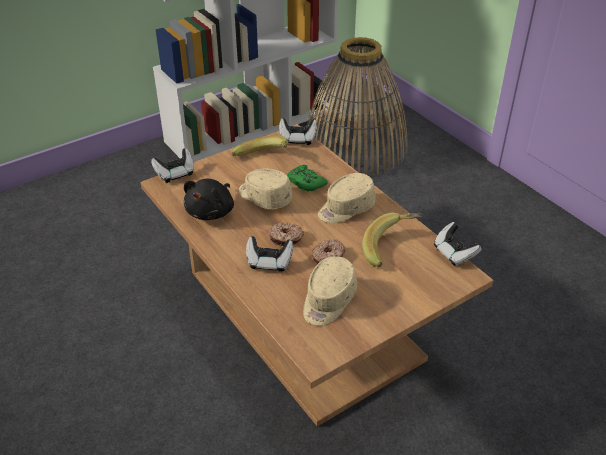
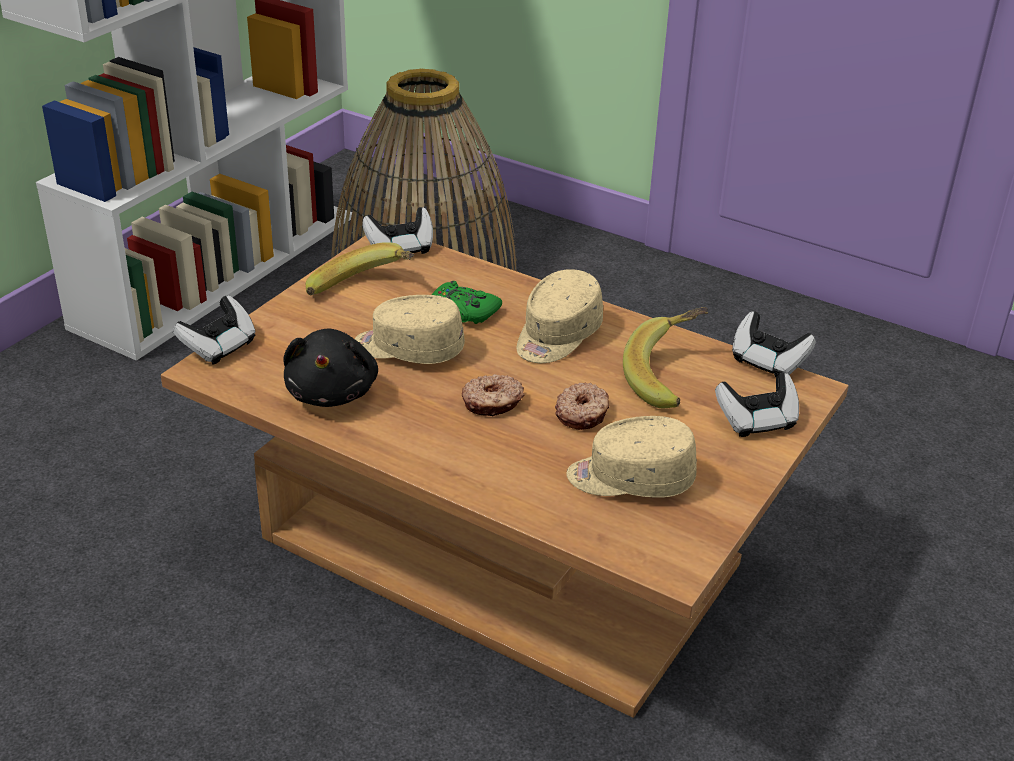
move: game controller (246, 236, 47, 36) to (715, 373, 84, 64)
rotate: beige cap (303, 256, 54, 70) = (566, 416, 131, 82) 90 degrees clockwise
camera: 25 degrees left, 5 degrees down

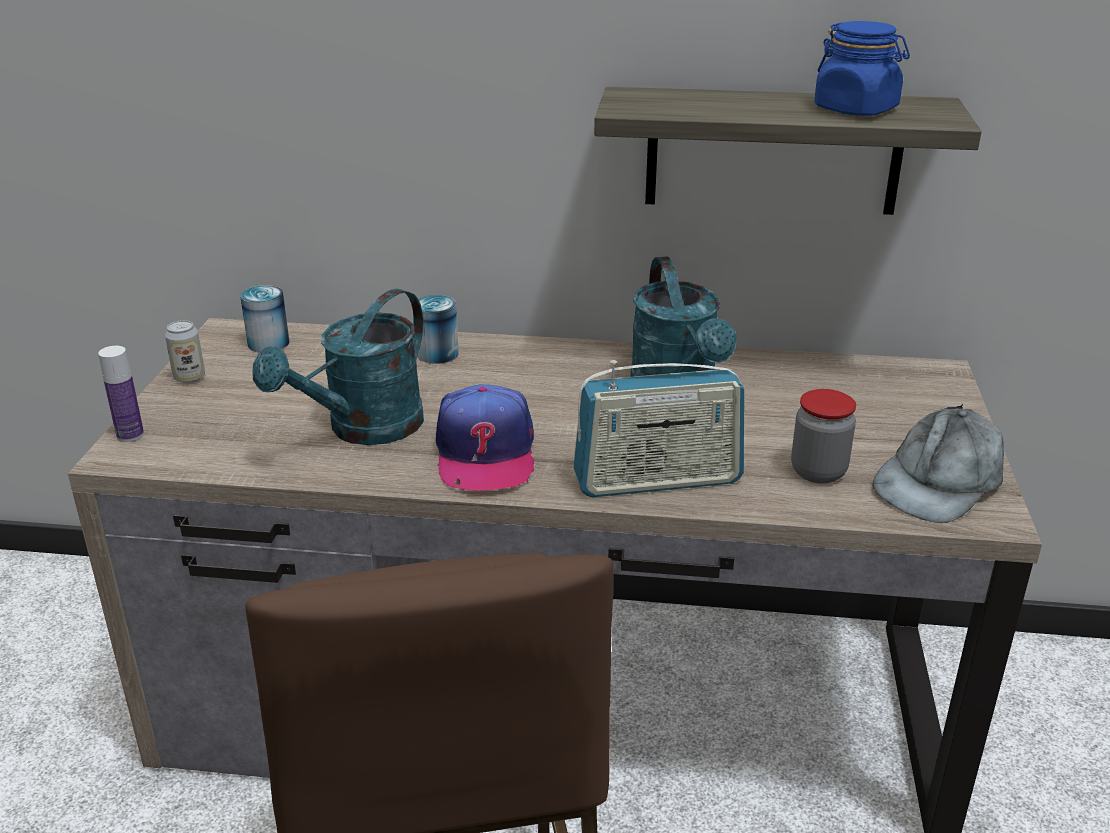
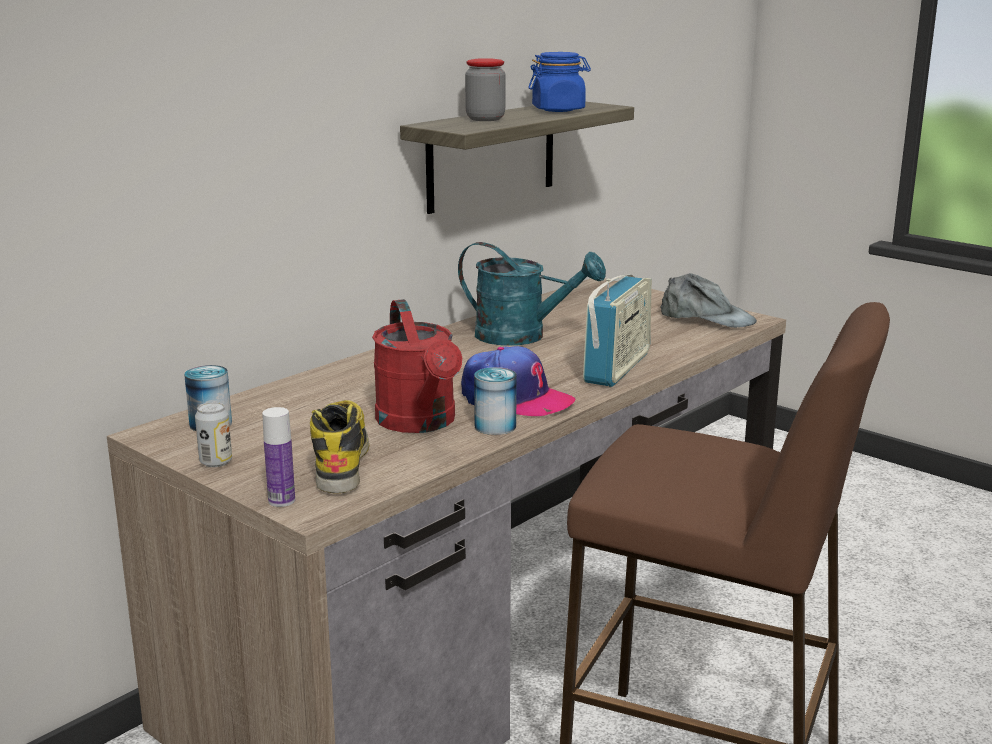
insert: boot (310, 400, 59, 93)
move: jar (791, 389, 65, 95) to (465, 58, 40, 63); can (417, 295, 42, 69) to (474, 367, 43, 68)
recolor: turquoise watering can (252, 288, 172, 157) to red watering can (372, 299, 90, 134)
rotate: grey cap (873, 404, 131, 119) = (660, 273, 97, 55) 45 degrees counterclockwise
camera: 55 degrees left, 10 degrees down

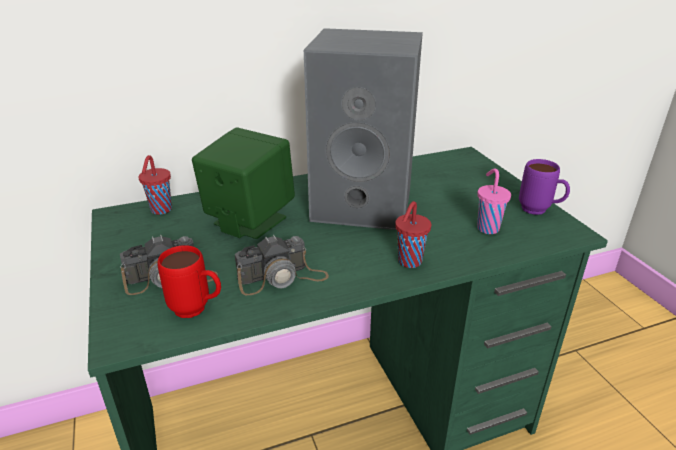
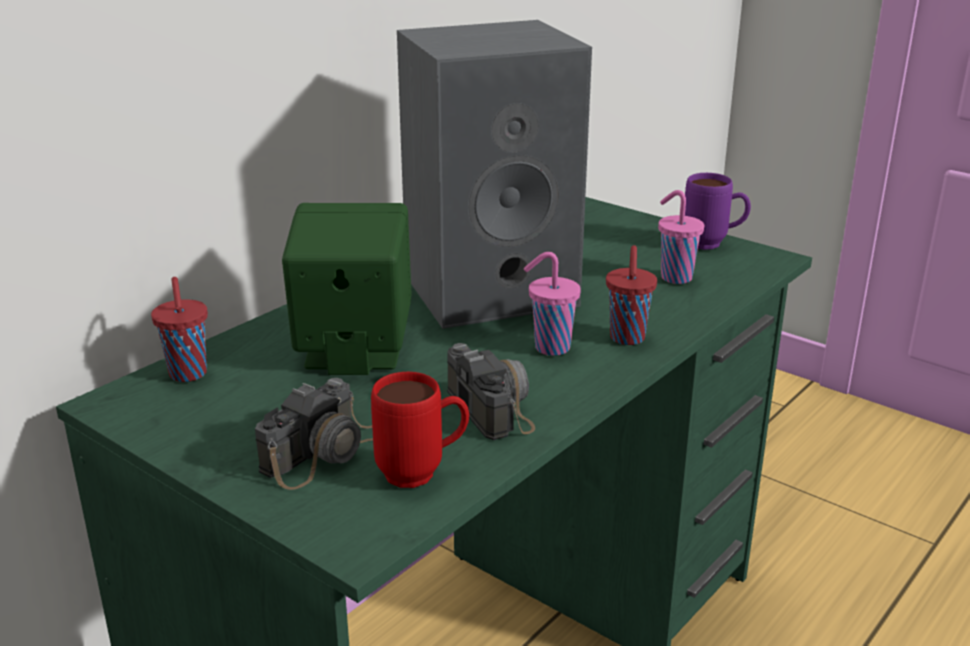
insert: pink cup (524, 252, 57, 104)
rotate: photo camera (235, 235, 94, 60) = (447, 343, 88, 97) 60 degrees counterclockwise
camera: 30 degrees left, 5 degrees down

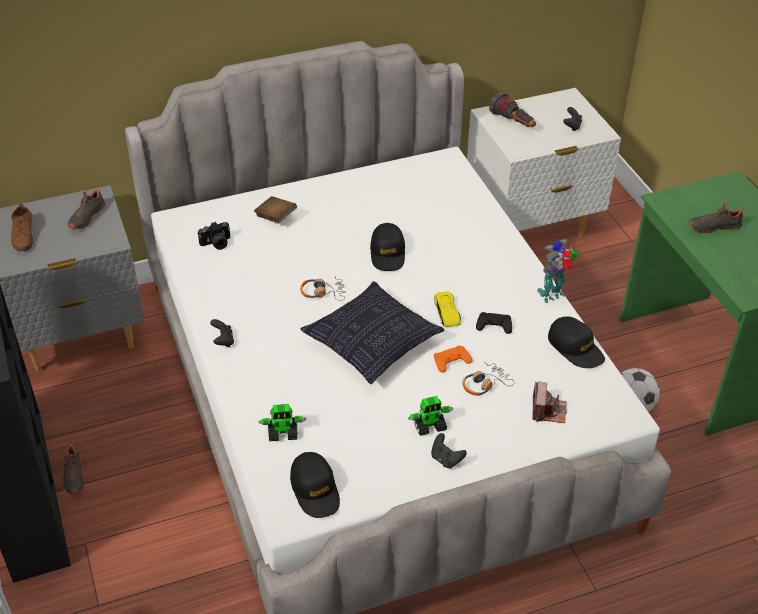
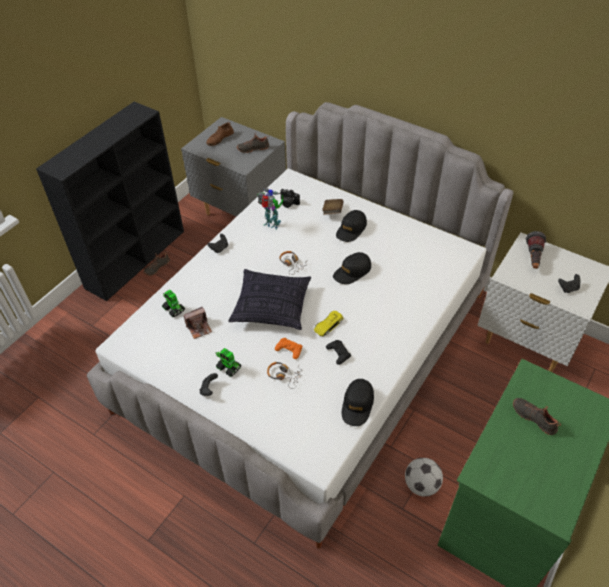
move: photo camera (532, 381, 35, 42) to (184, 307, 28, 32); toy robot (537, 239, 41, 64) to (257, 188, 27, 42); black cap (290, 452, 50, 66) to (336, 210, 31, 32)
camera: 55 degrees right, 5 degrees up

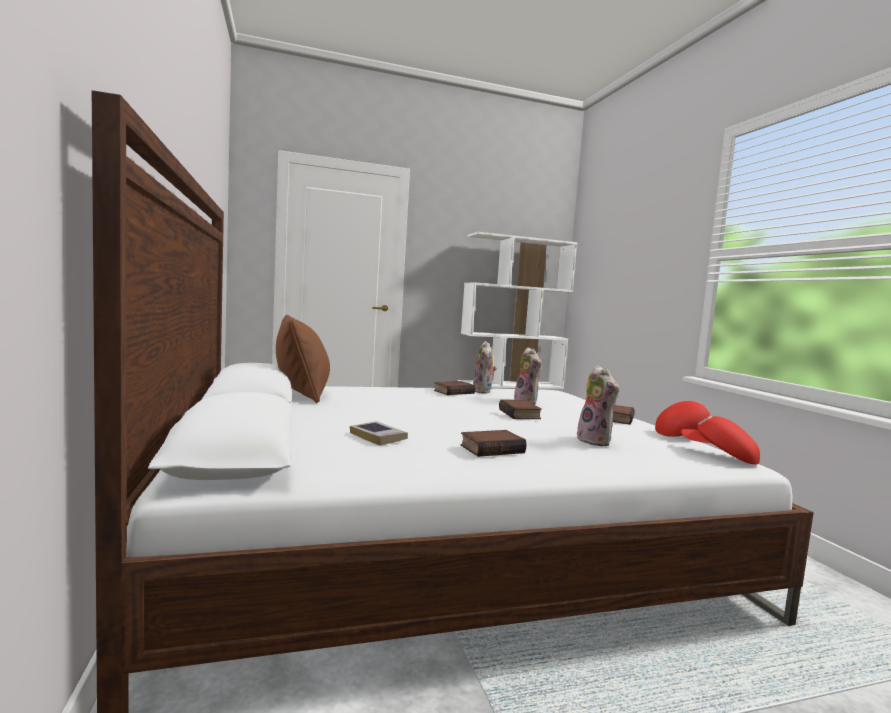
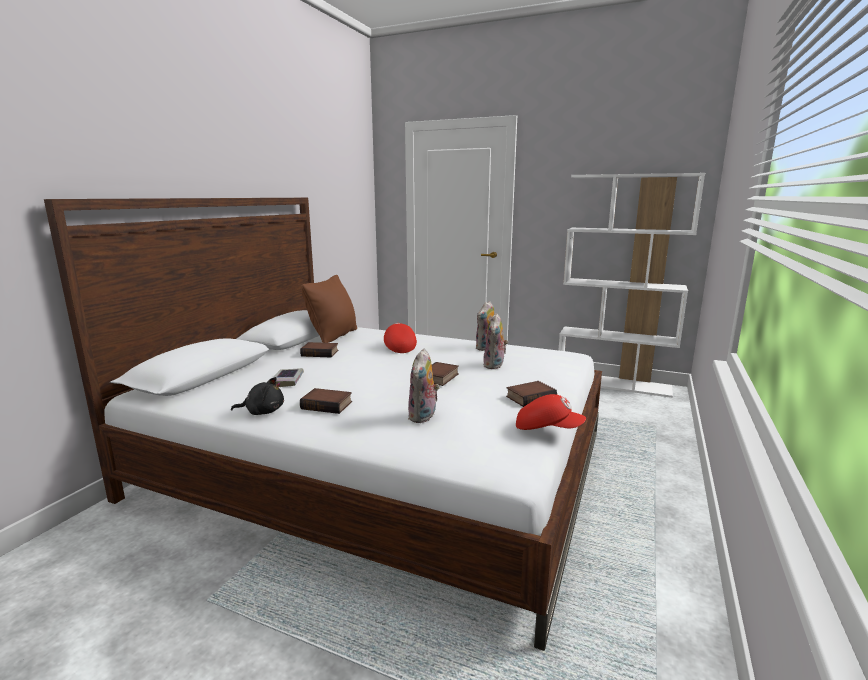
insert: black plush toy (231, 377, 53, 38)
move: book (434, 381, 41, 14) to (300, 342, 38, 16); red cap (680, 416, 80, 49) to (384, 323, 33, 30)
camera: 40 degrees right, 10 degrees up

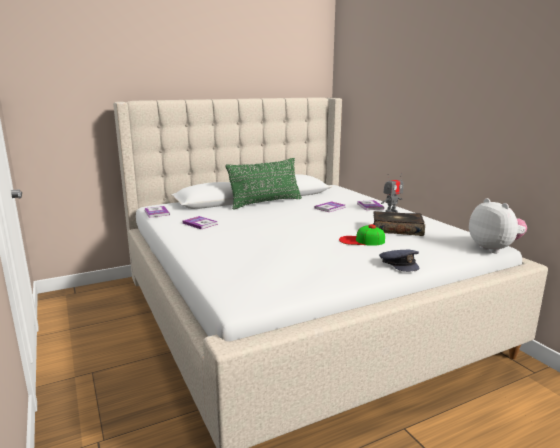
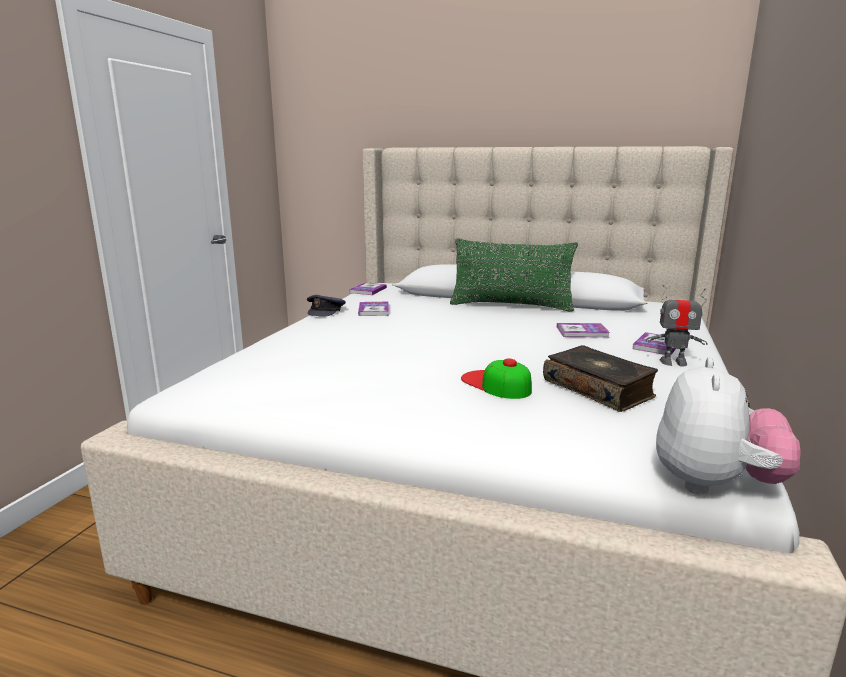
move: grey cap (379, 249, 40, 23) to (307, 295, 39, 22)
camera: 45 degrees right, 0 degrees up

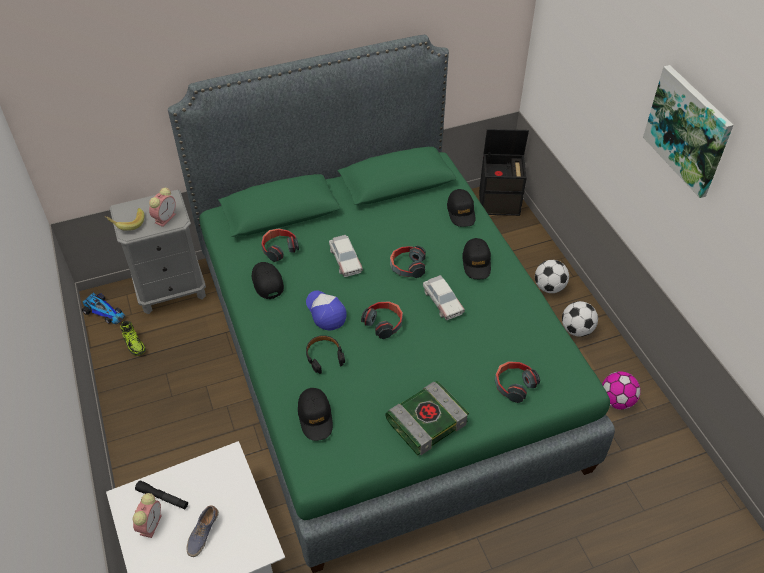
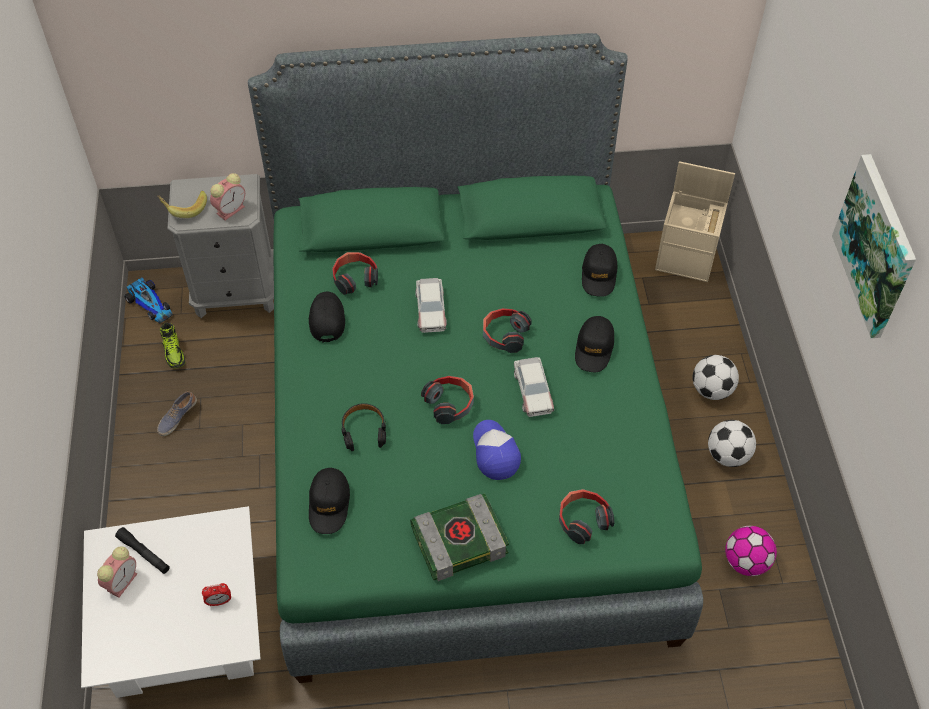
insert: alarm clock (202, 583, 29, 23)
move: shoe (187, 505, 32, 52) to (157, 391, 40, 45); cap (306, 291, 41, 39) to (473, 420, 48, 60)
recolor: black storage box (479, 129, 50, 87) to beige storage box (655, 161, 80, 121)
camera: 15 degrees right, 5 degrees up

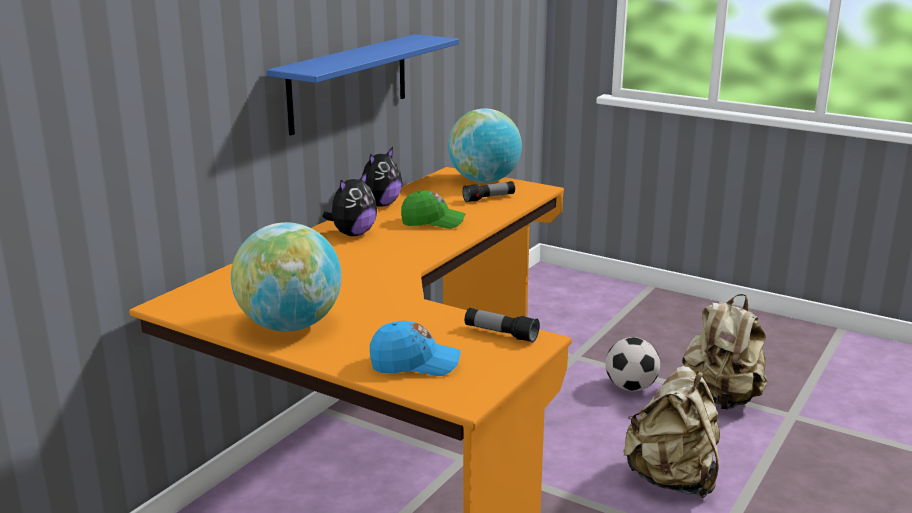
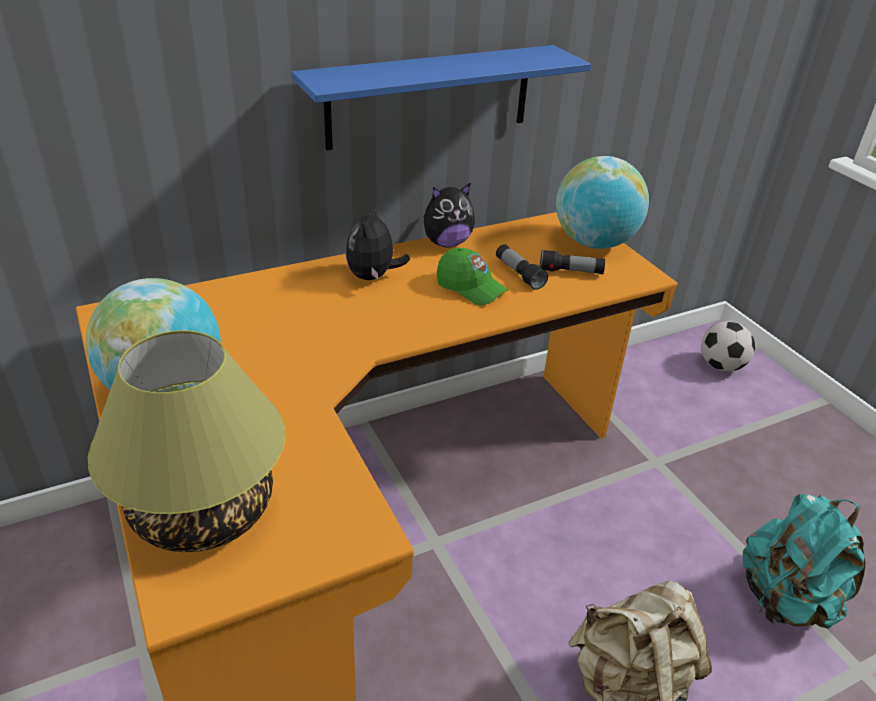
move: flashlight (465, 308, 75, 35) to (496, 244, 52, 46); football (605, 337, 55, 54) to (701, 321, 54, 50)
replace: blue cap (370, 321, 91, 55) to table lamp (88, 330, 197, 222)
recolor: beige backpack (682, 294, 85, 116) to turquoise backpack (743, 494, 123, 135)
rotate: plush toy (322, 172, 55, 64) = (345, 204, 65, 76) 120 degrees clockwise
camera: 30 degrees right, 15 degrees up

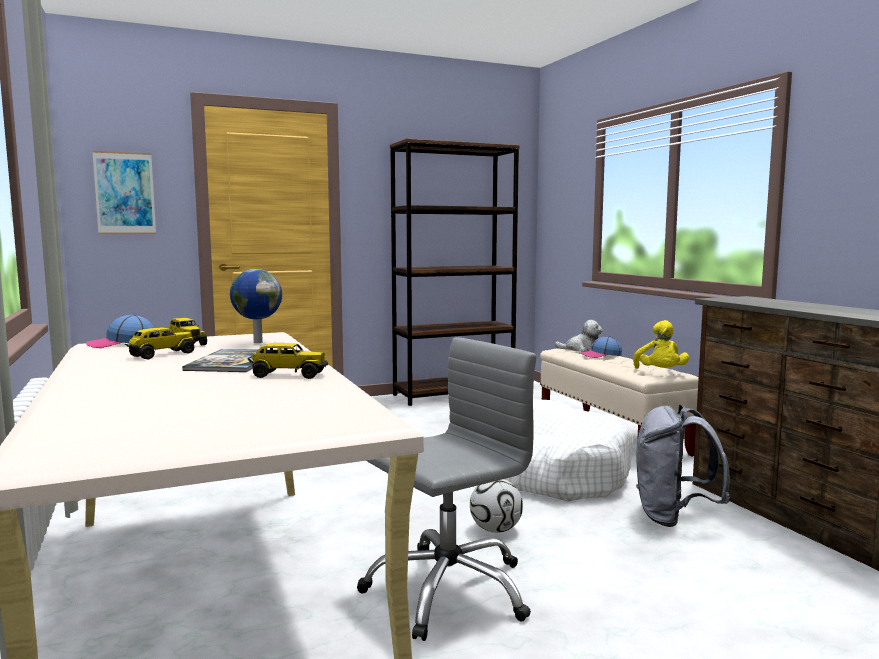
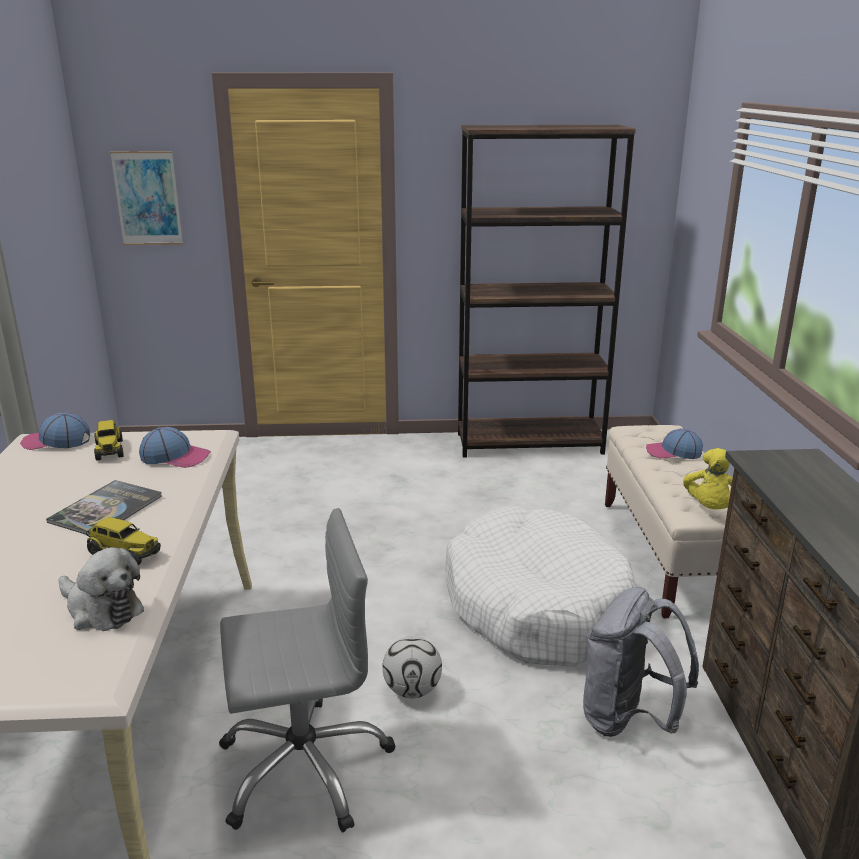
delete: toy truck (125, 327, 71, 32)
move: plush toy (555, 320, 48, 32) to (59, 547, 85, 84)
replace: globe (230, 269, 52, 74) to cap (139, 427, 72, 41)
camera: 20 degrees right, 15 degrees up

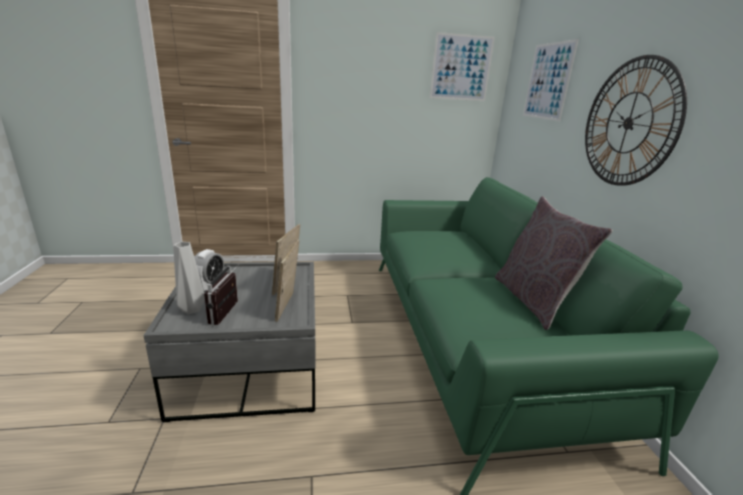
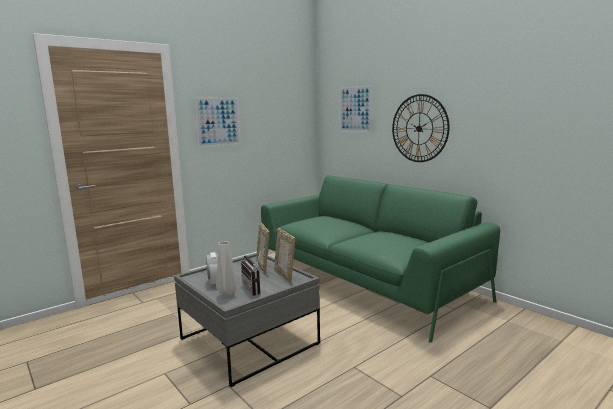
delete: grey pillow (495, 196, 118, 134)
move: picture (430, 32, 65, 69) to (194, 97, 47, 51)
camera: 30 degrees left, 10 degrees down

